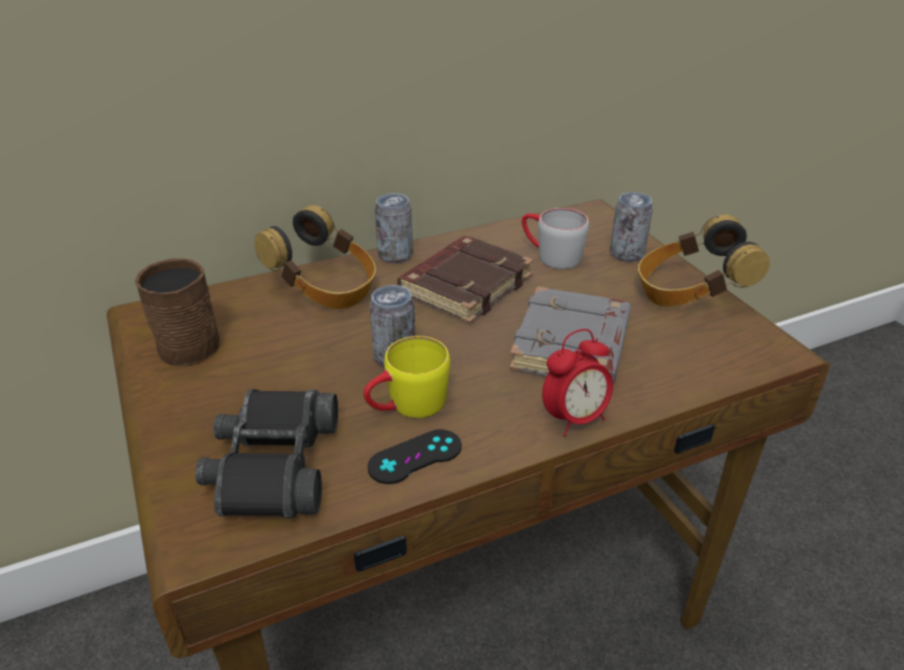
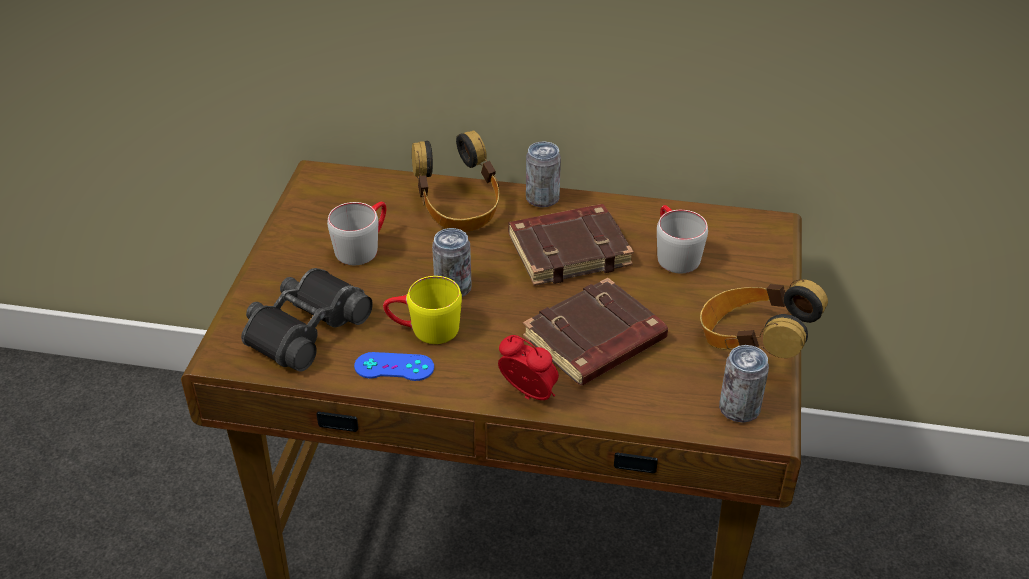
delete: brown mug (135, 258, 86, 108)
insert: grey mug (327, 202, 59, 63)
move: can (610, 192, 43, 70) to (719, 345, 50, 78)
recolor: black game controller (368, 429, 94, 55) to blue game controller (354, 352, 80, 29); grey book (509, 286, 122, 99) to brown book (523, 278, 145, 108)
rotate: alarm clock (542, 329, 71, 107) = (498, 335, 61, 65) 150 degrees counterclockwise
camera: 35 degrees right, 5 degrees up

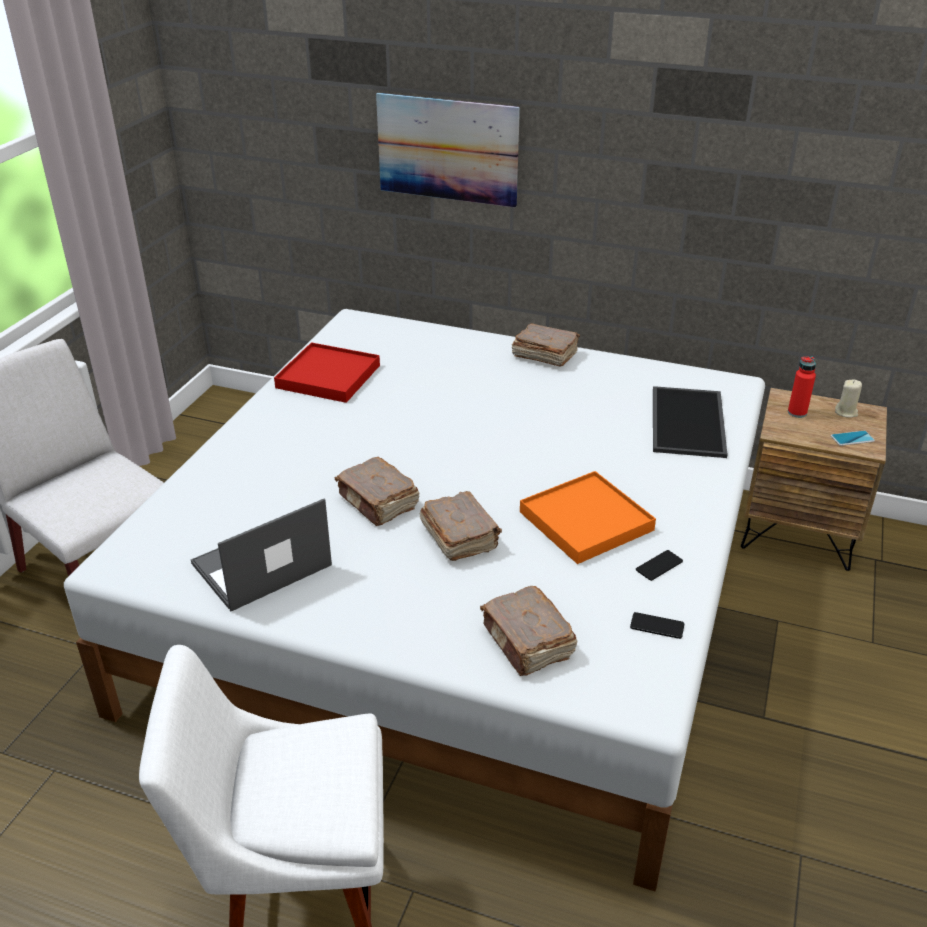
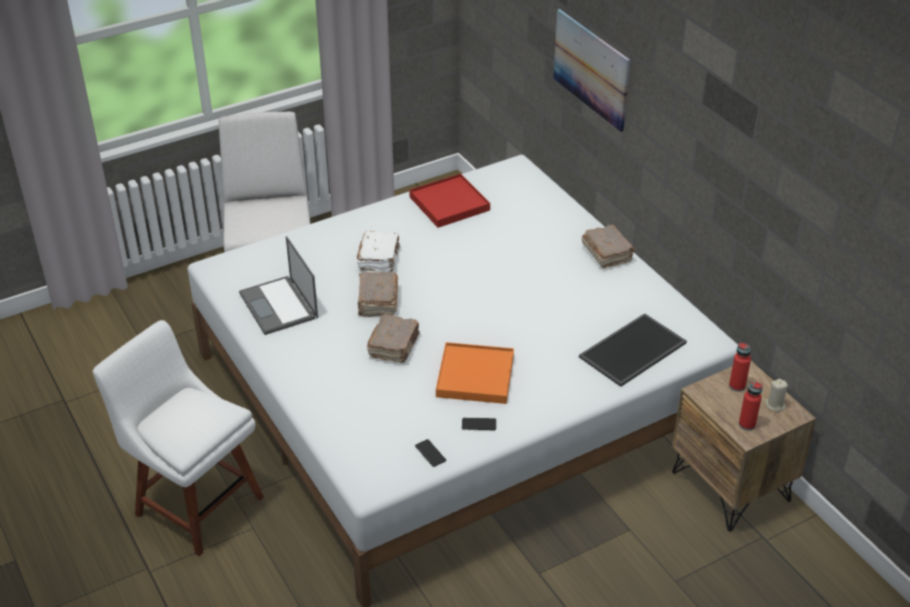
delete: brown book (480, 586, 97, 90)
insert: white book (357, 231, 43, 42)
replace: phone (831, 431, 44, 15) to red bottle (739, 382, 24, 49)
rotate: laptop (191, 498, 141, 114) = (239, 236, 79, 99) 120 degrees counterclockwise
camera: 40 degrees right, 5 degrees up

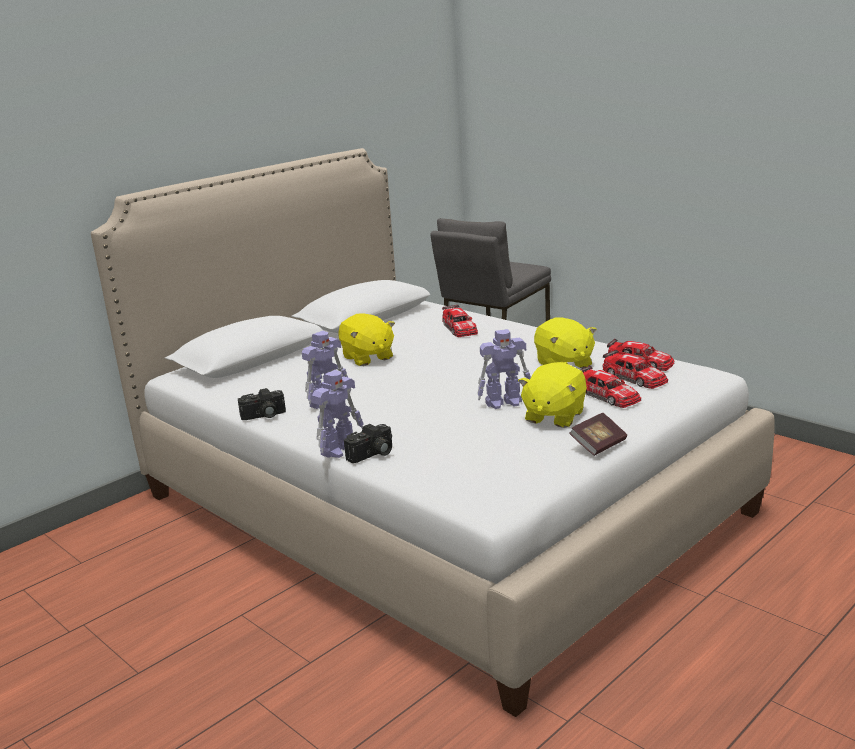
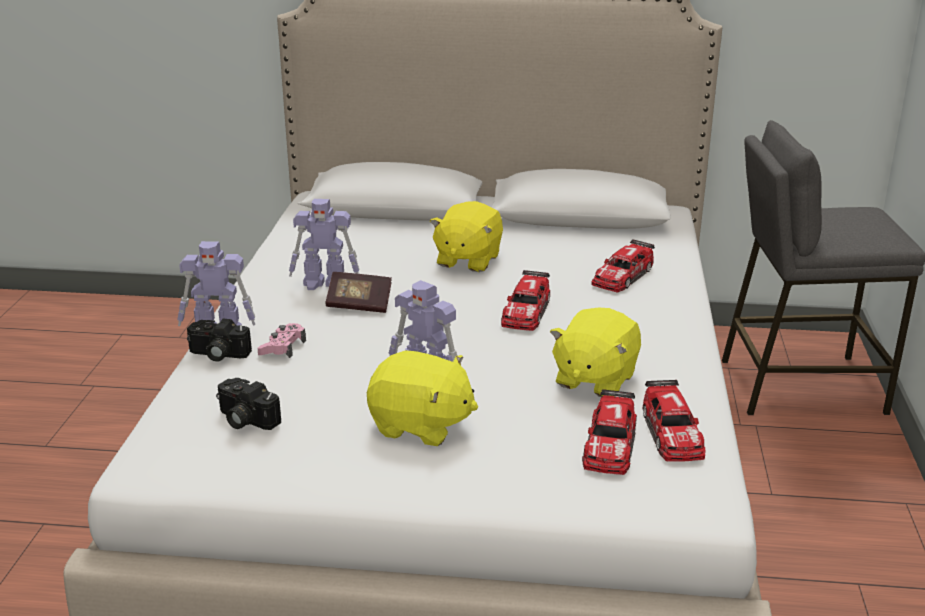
insert: pink game controller (257, 323, 49, 35)
move: photo camera (238, 388, 48, 32) to (216, 378, 65, 52); book (569, 413, 58, 43) to (325, 272, 67, 41); toy car (579, 366, 62, 42) to (501, 270, 49, 61)
rotate: yellow plush toy (518, 362, 69, 66) = (367, 350, 111, 96) 150 degrees counterclockwise
camera: 50 degrees right, 5 degrees up

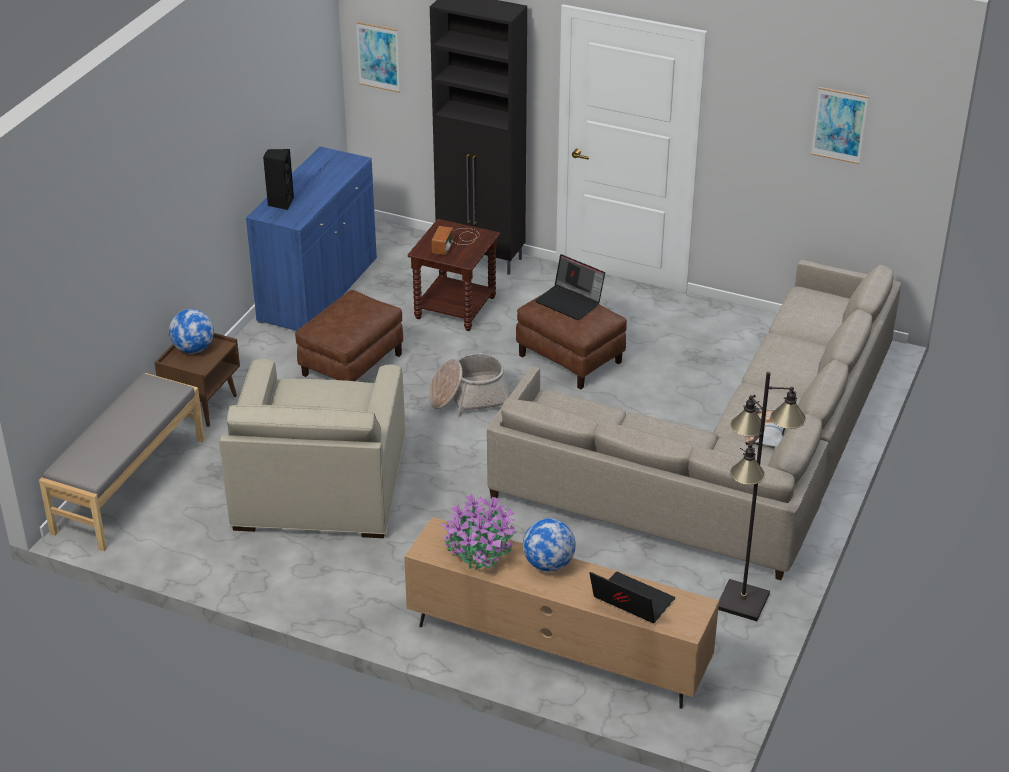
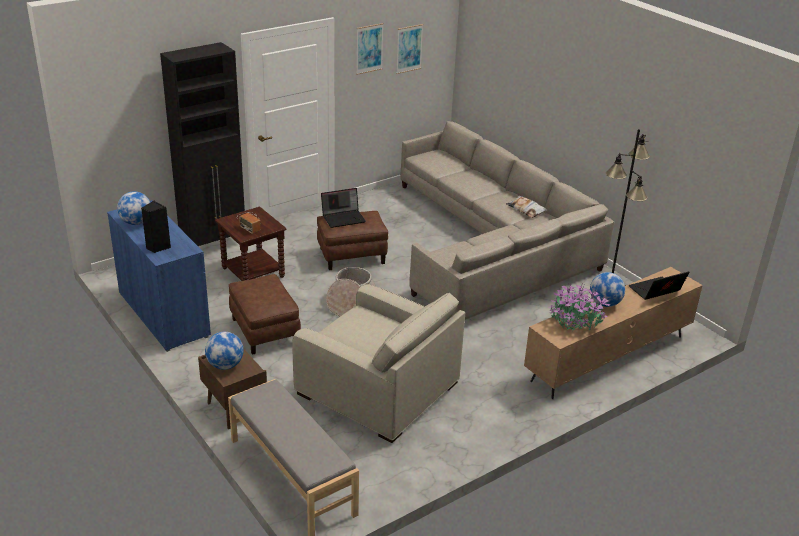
insert: globe (117, 191, 34, 34)
move: picture (356, 22, 44, 71) to (356, 23, 28, 52)
camera: 60 degrees left, 5 degrees down

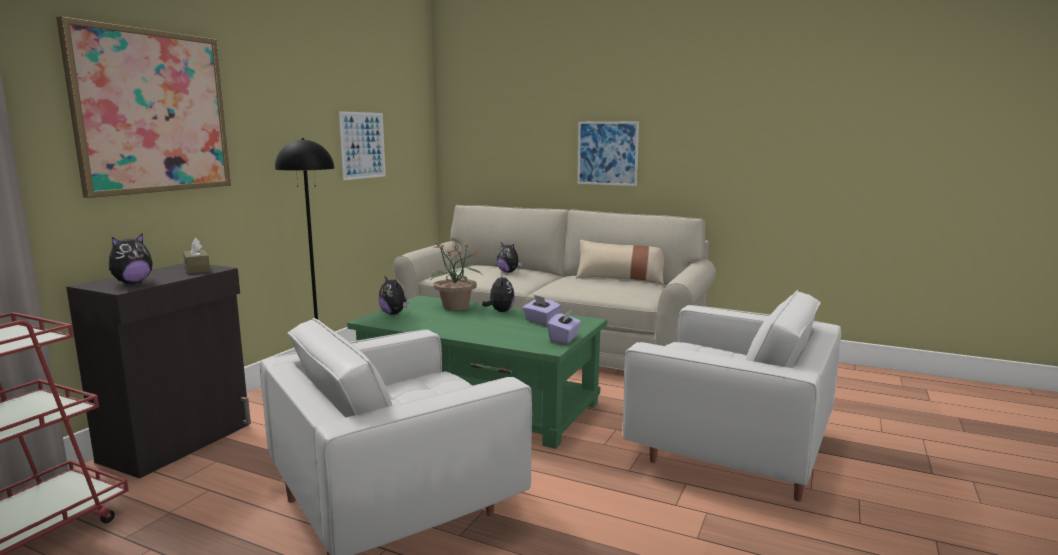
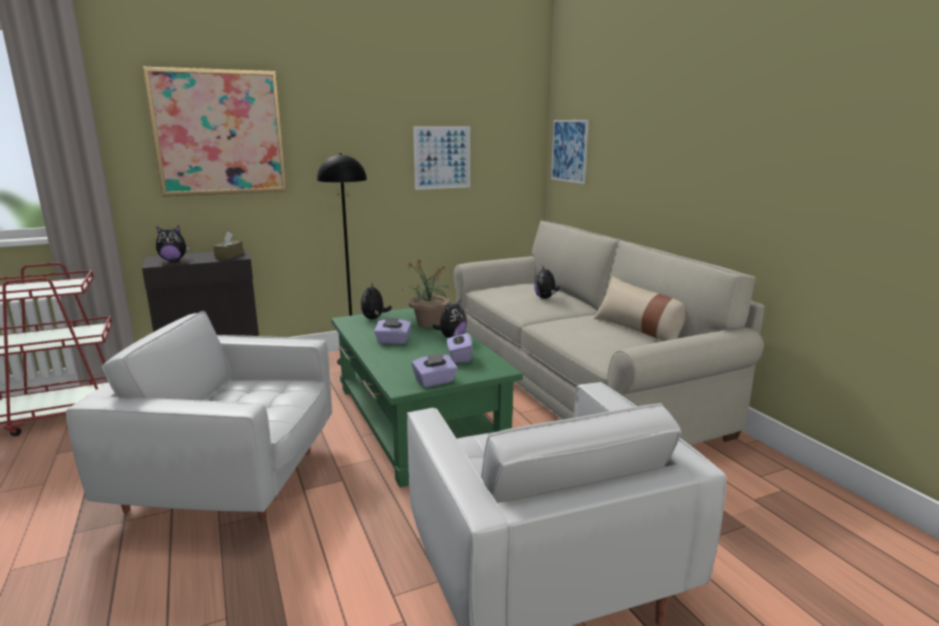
insert: purple tissue box (374, 317, 37, 27)
move: picture (578, 121, 61, 65) to (551, 120, 38, 64)
camera: 40 degrees right, 5 degrees up

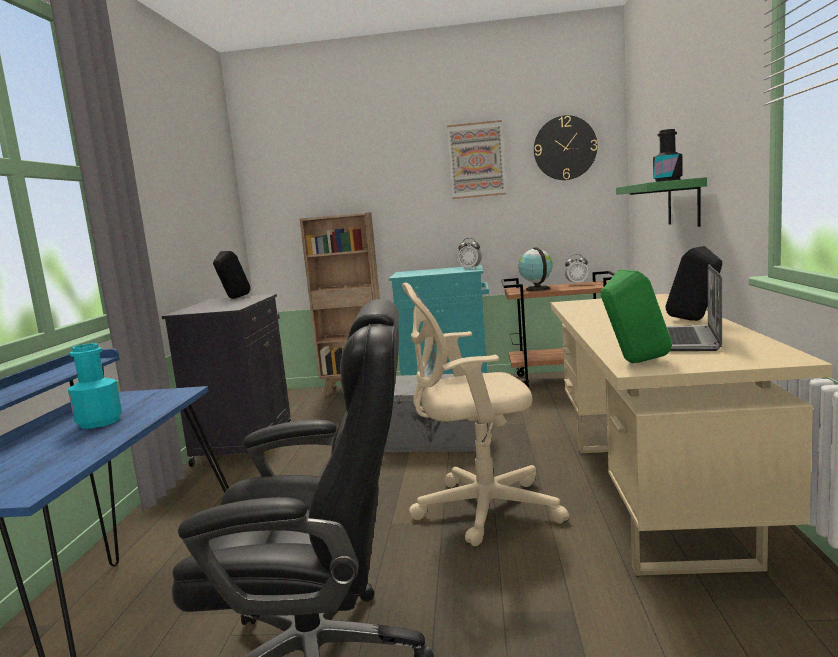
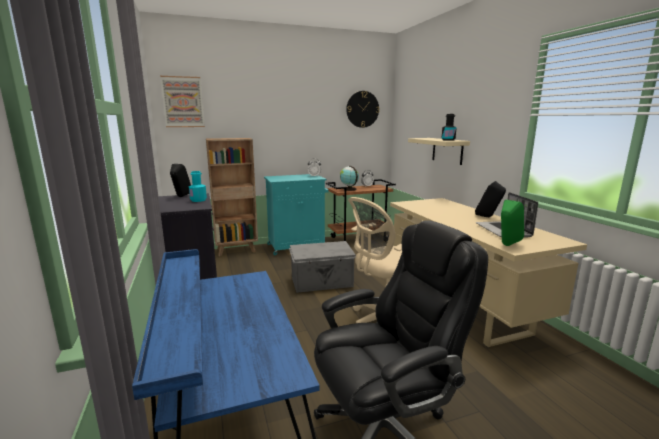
move: picture (447, 120, 59, 79) to (160, 76, 45, 51); turquoise bottle (68, 343, 54, 86) to (189, 171, 18, 31)
recolor: green shelf (616, 177, 91, 50) to beige shelf (408, 138, 62, 27)
camera: 25 degrees left, 5 degrees up

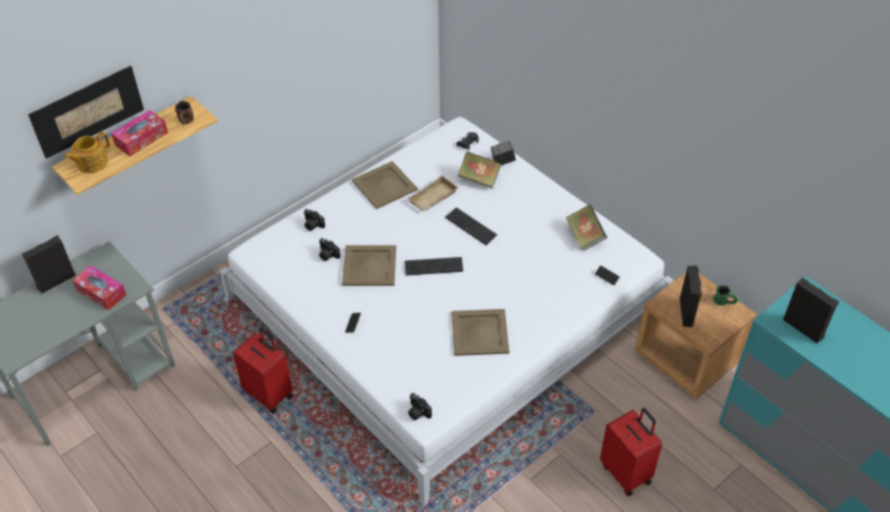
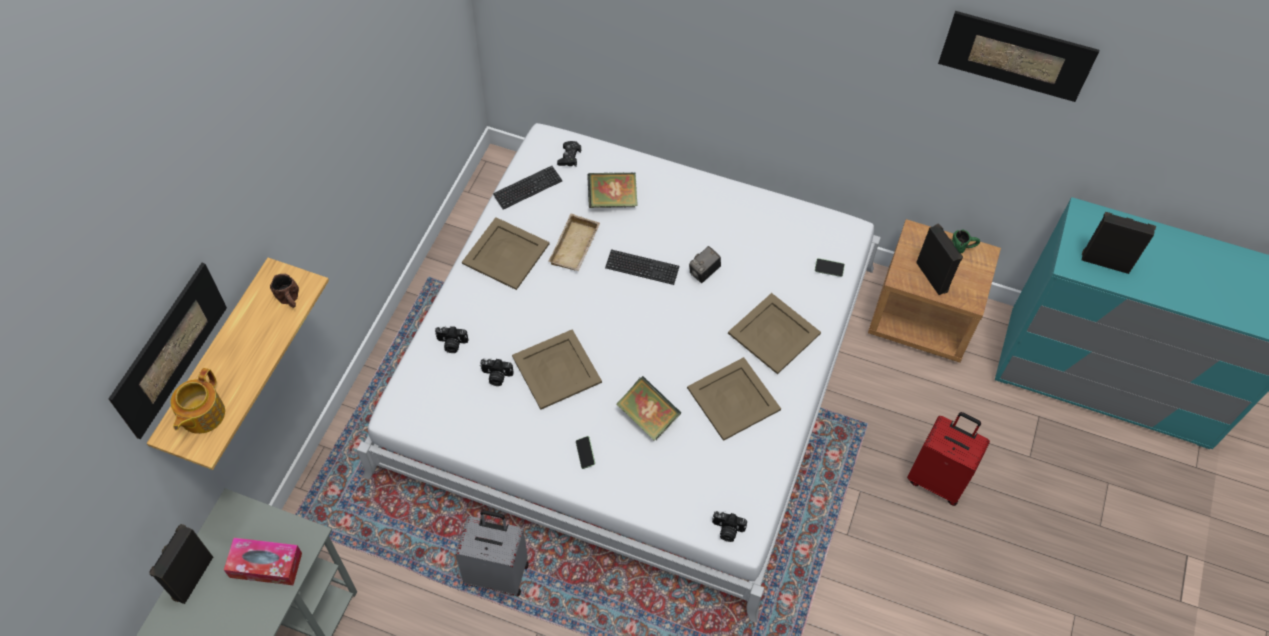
delete: tissue box (111, 110, 57, 46)
insert: beige tray (728, 293, 93, 81); picture (938, 11, 161, 91)
move: keyboard (405, 257, 58, 18) to (493, 166, 70, 44); book (566, 205, 41, 46) to (616, 376, 65, 64); photo camera (491, 141, 25, 24) to (689, 246, 32, 37)
recolor: red suitcase (232, 327, 61, 87) to grey suitcase (455, 510, 74, 86)
camera: 30 degrees left, 10 degrees up

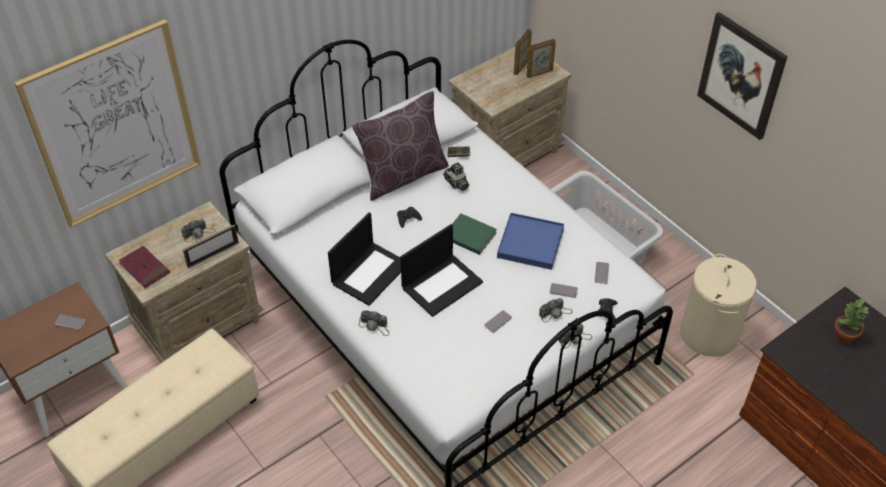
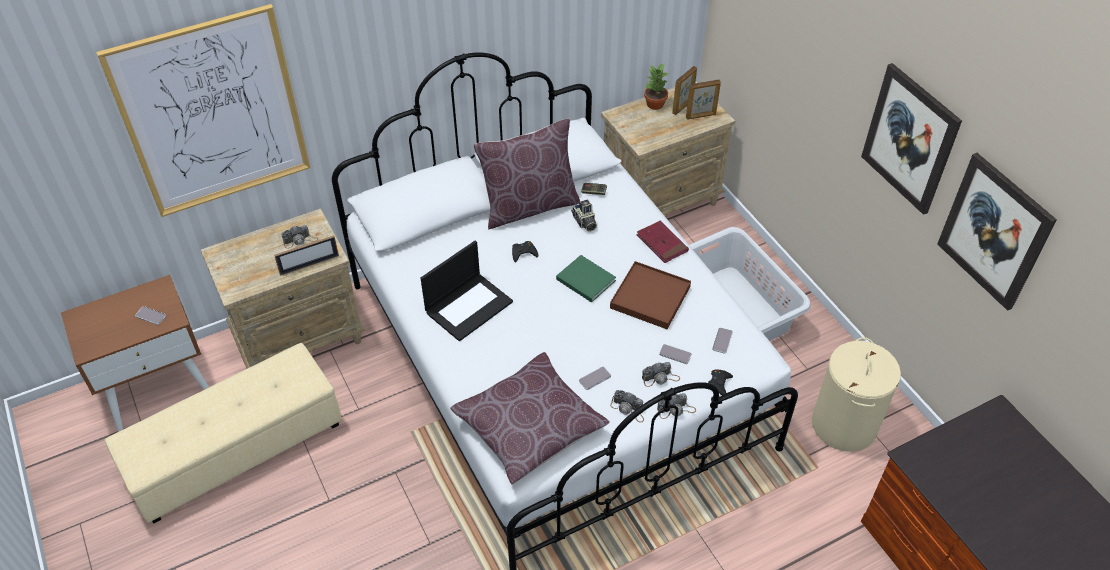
delete: laptop (400, 224, 83, 93)
insert: brown pillow (450, 352, 160, 133); picture (937, 153, 120, 158)
move: photo camera (359, 310, 31, 26) to (610, 390, 34, 32); red book (119, 246, 51, 42) to (636, 221, 53, 42); potted plant (835, 297, 35, 47) to (644, 63, 24, 47)
recolor: blue tray (497, 213, 67, 57) to brown tray (610, 261, 81, 68)
camera: 10 degrees right, 0 degrees up

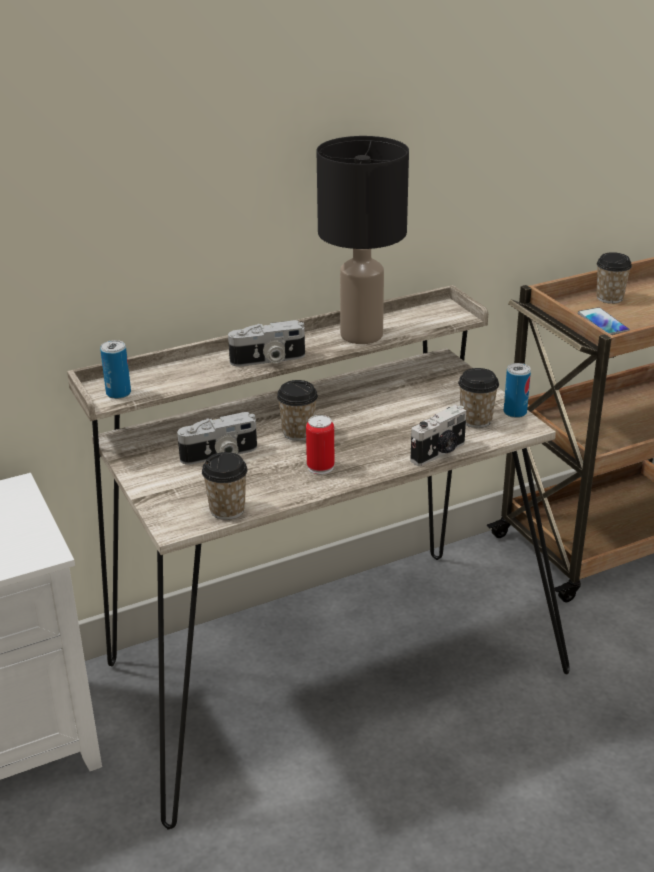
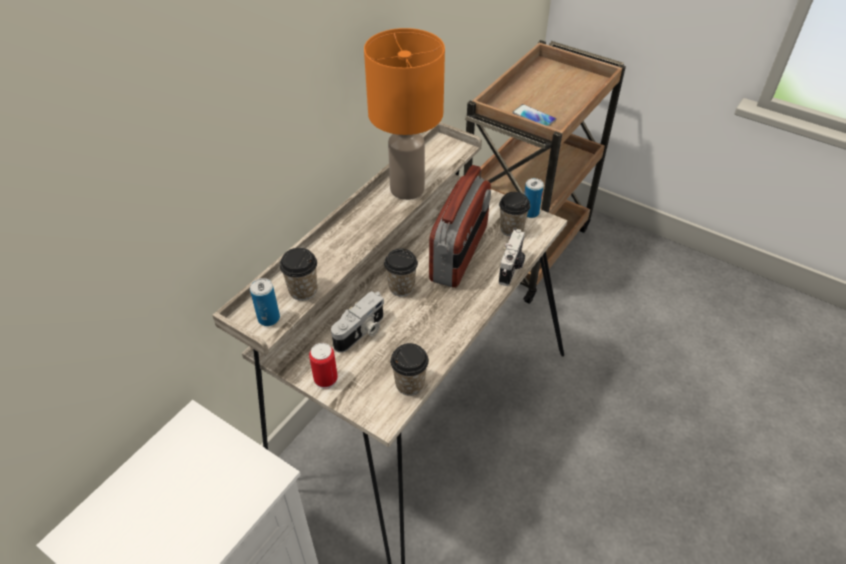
delete: photo camera (228, 320, 77, 47)
insert: radio (429, 165, 62, 123)
move: cup (596, 252, 36, 52) to (280, 248, 37, 53); can (306, 415, 29, 60) to (309, 343, 29, 46)
recolor: black table lamp (317, 136, 92, 208) to orange table lamp (364, 28, 81, 172)
camera: 30 degrees left, 15 degrees up

